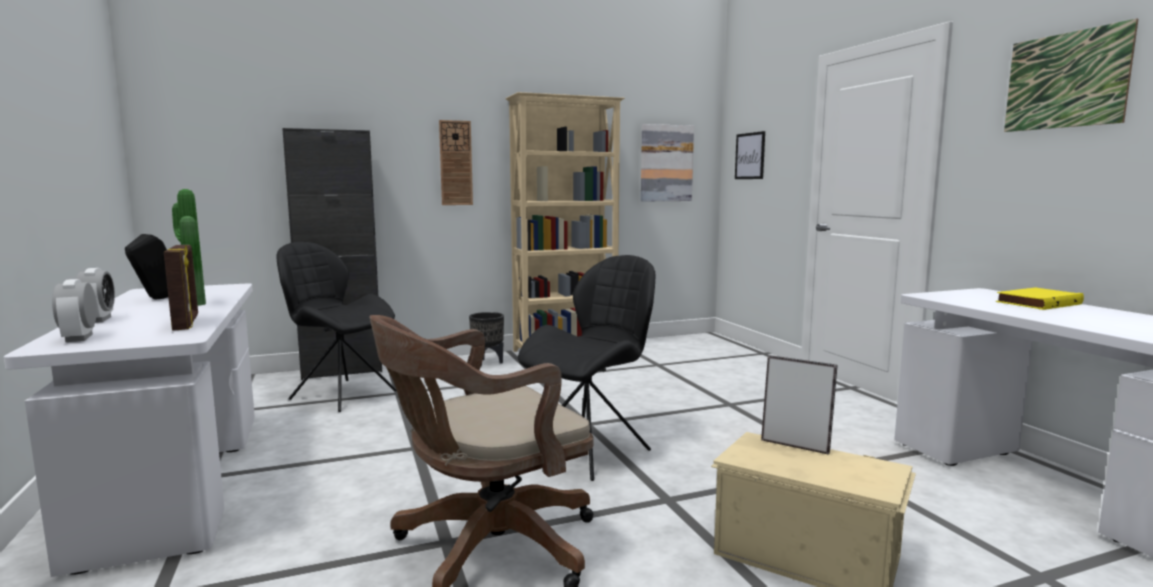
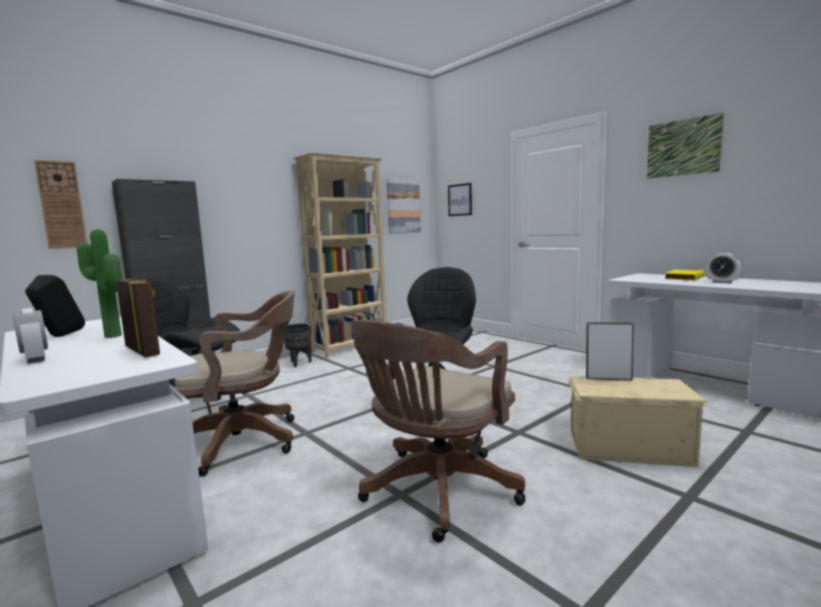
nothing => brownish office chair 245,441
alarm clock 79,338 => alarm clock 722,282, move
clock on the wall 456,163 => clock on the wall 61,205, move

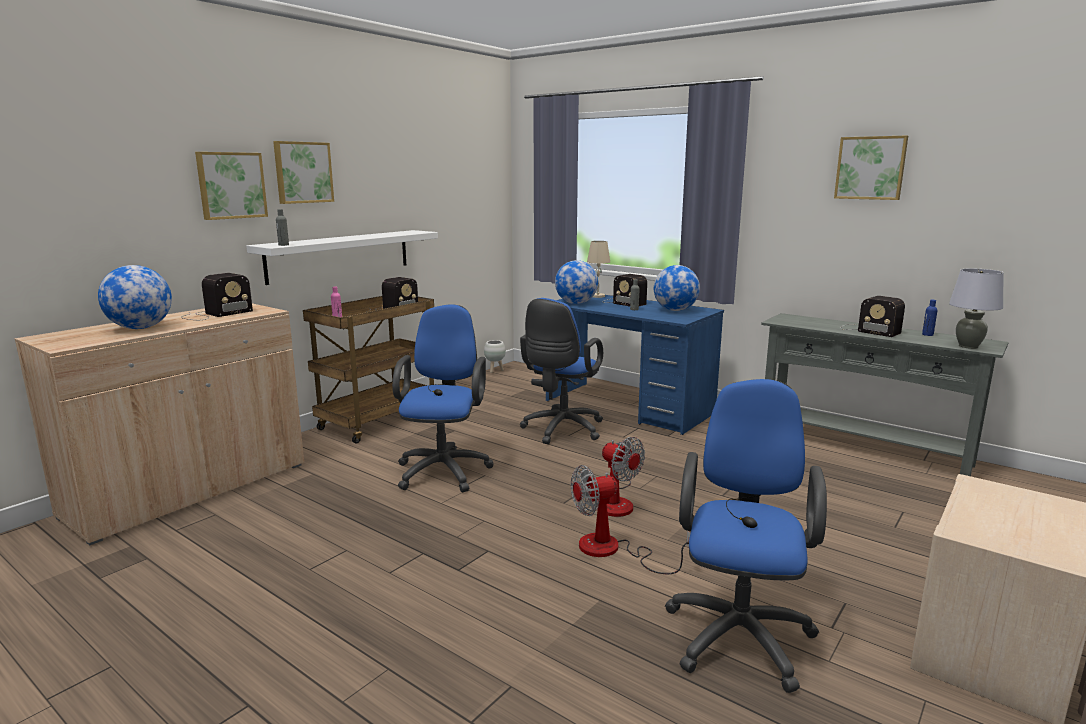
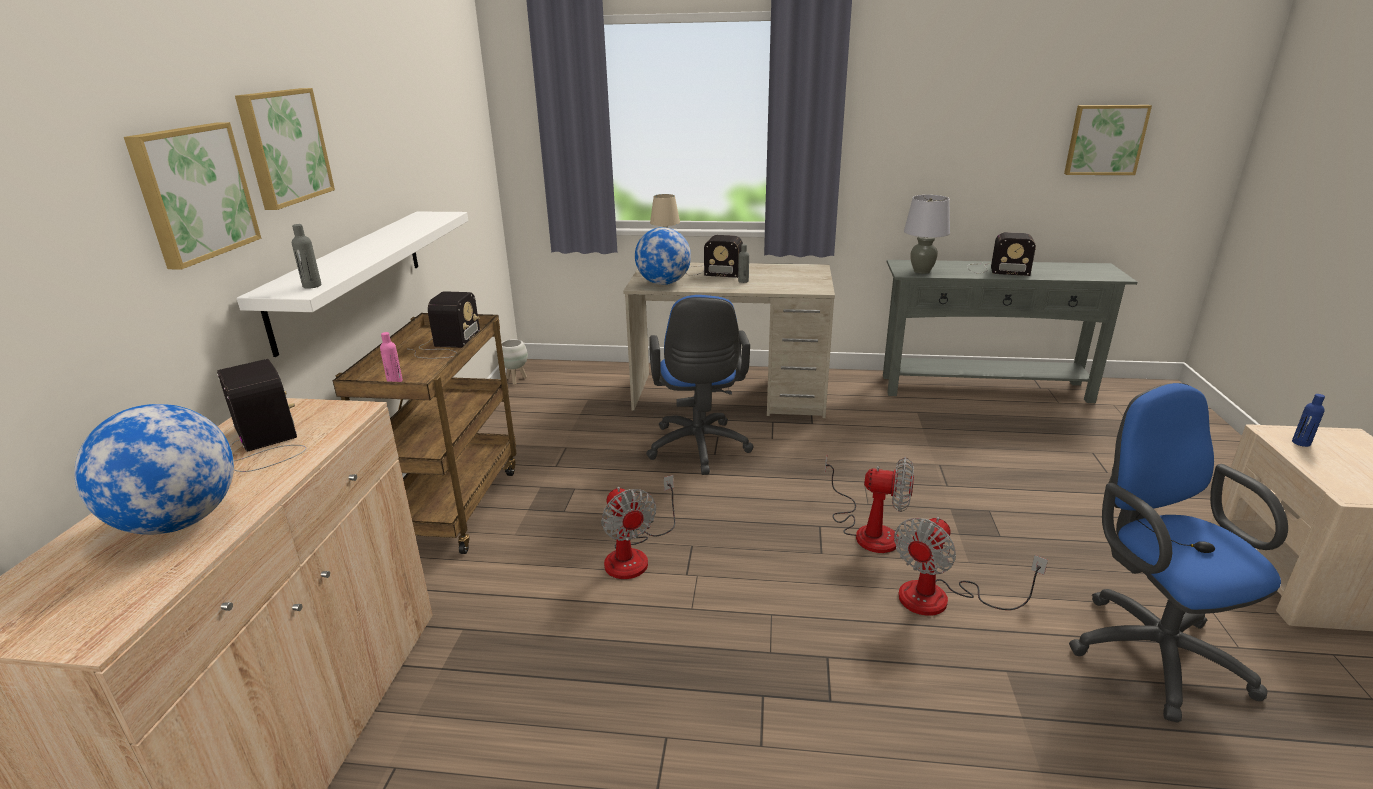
world globe 675,310 => nothing
picture 870,168 => picture 1105,140, move
blue-coloured beverage bottle 927,334 => blue-coloured beverage bottle 1301,443, move
grey tabletop lamp 968,346 => grey tabletop lamp 922,271, move
blue-coloured office chair 444,469 => cooling fan 635,554
blue-coloured desk 628,407 => beige-coloured desk 730,395
radio 214,314 => radio 264,443, 45 degrees counterclockwise

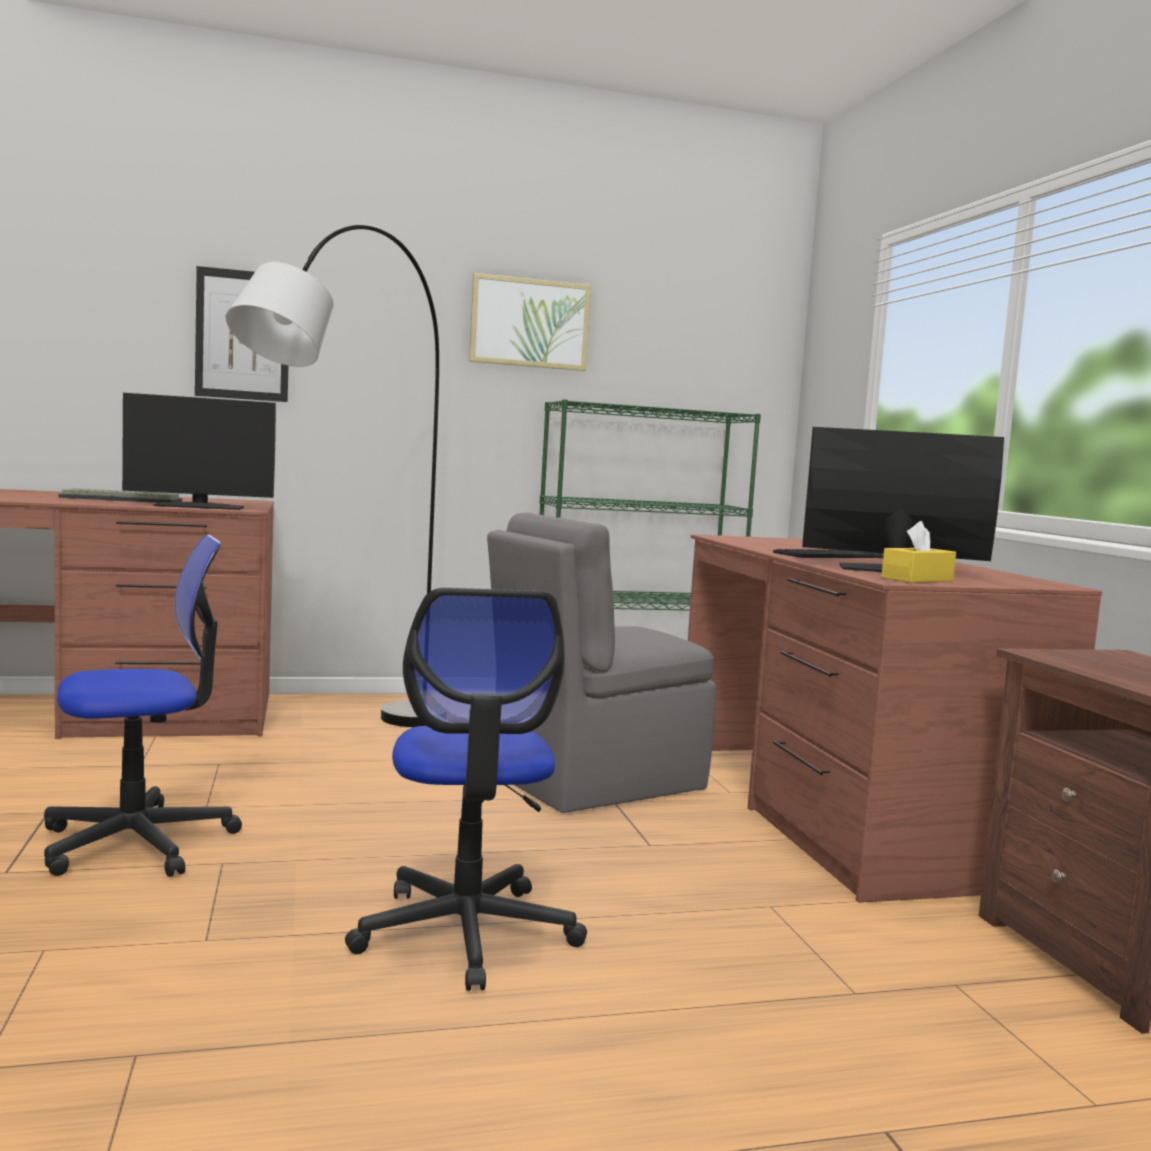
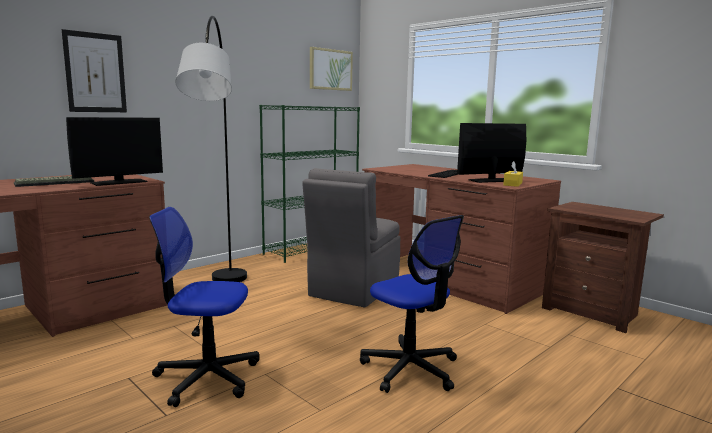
picture 529,323 => picture 330,69, move
office chair 138,842 => office chair 207,377, 120 degrees counterclockwise

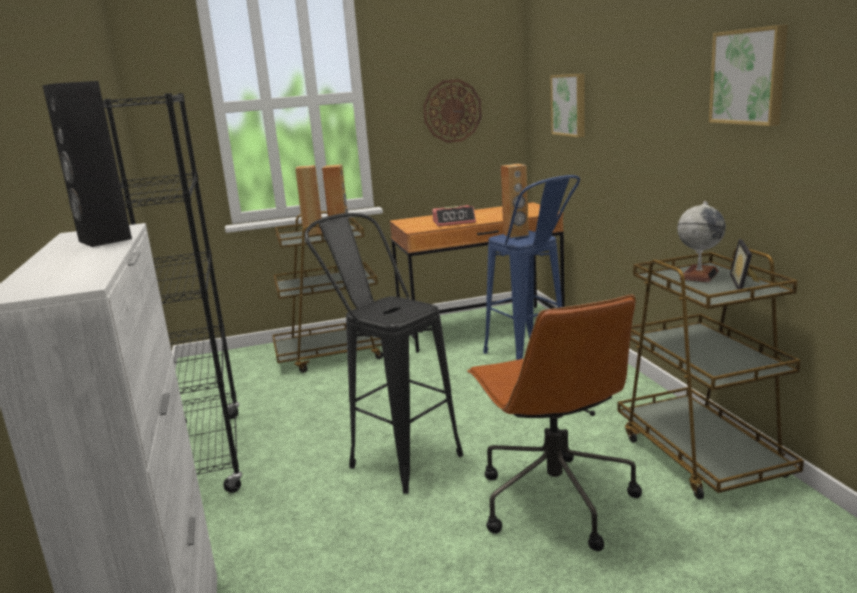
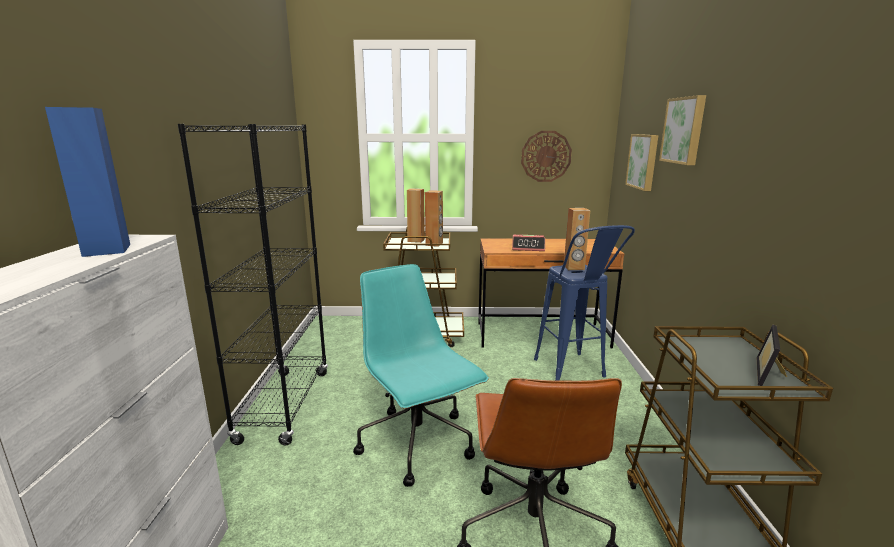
world globe 699,275 => nothing
picture 749,76 => picture 684,130, move
black sitting stool 394,456 => turquoise office chair 418,444
black speaker 104,240 => blue-coloured speaker 106,250

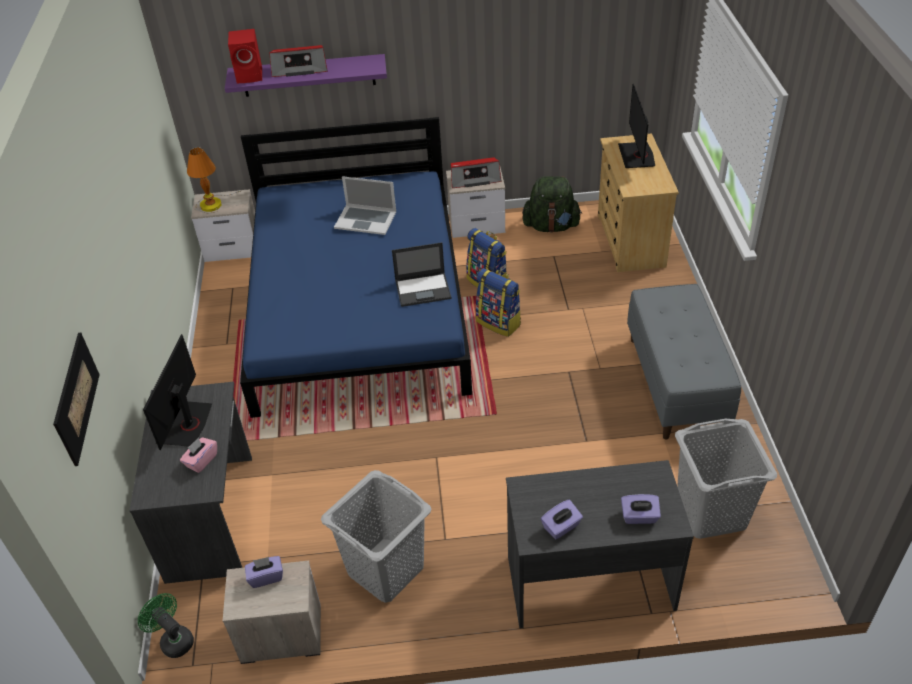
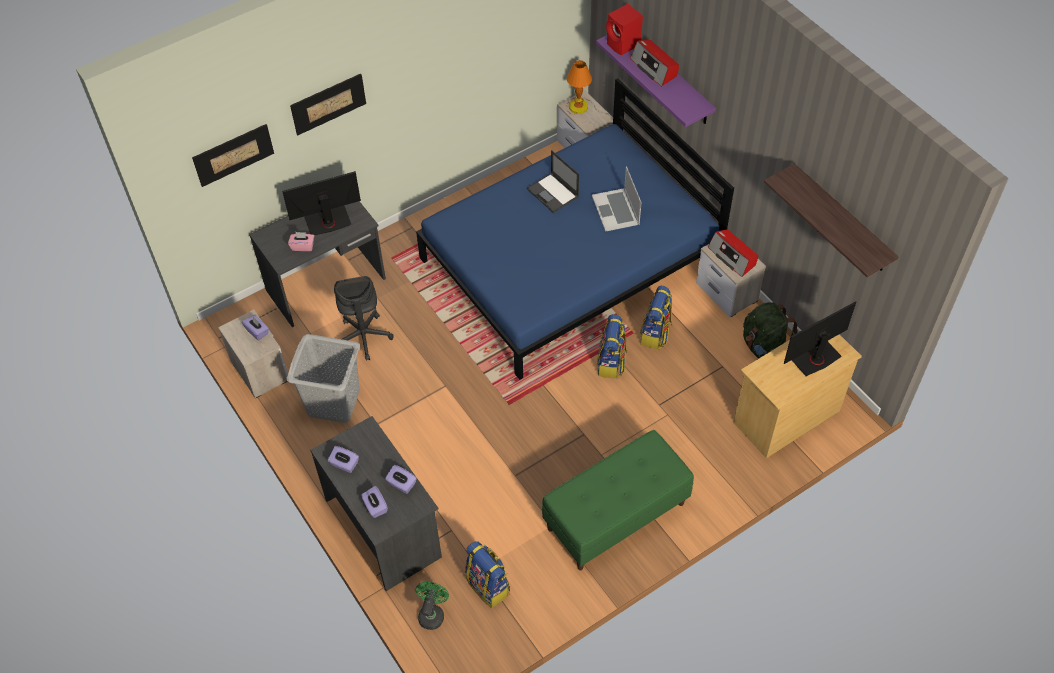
nothing => picture 328,104
nothing => grey office chair 364,337
nothing => purple tissue box 401,484
nothing => bracket shelf 841,219
green cooling fan 173,640 => green cooling fan 432,613, move
laptop 423,289 => laptop 553,193, move
grey hamper 711,512 => knapsack 489,586
grey bench 676,384 => green bench 615,517

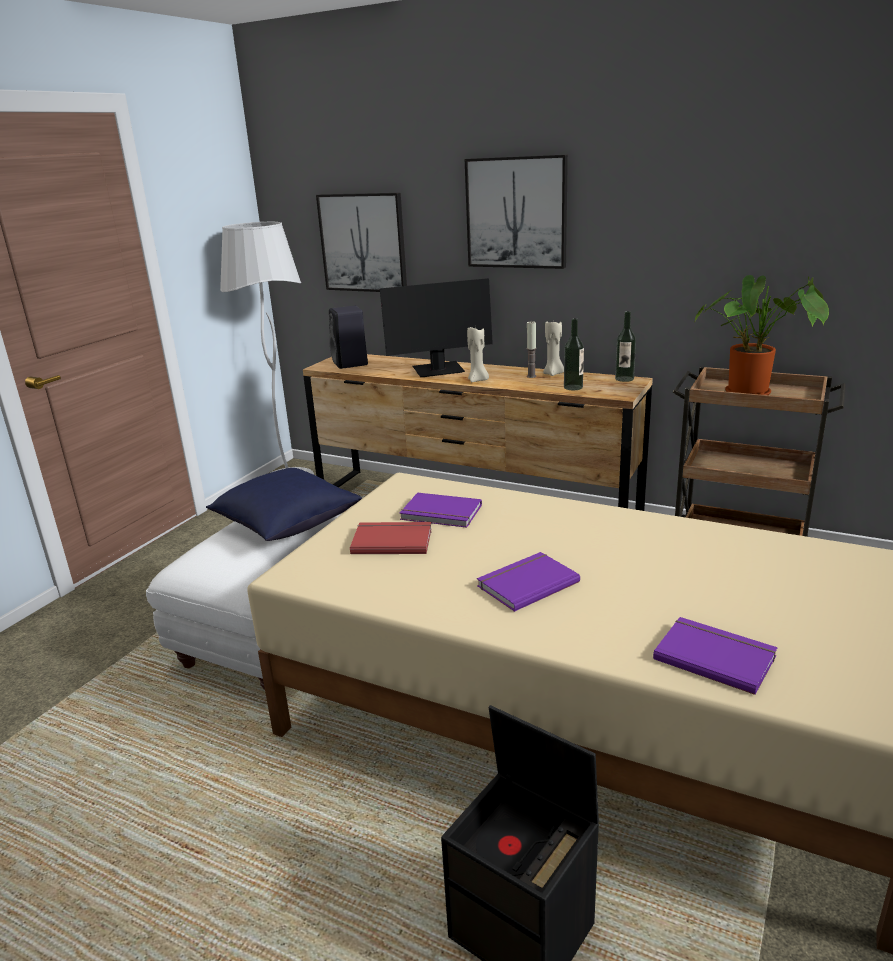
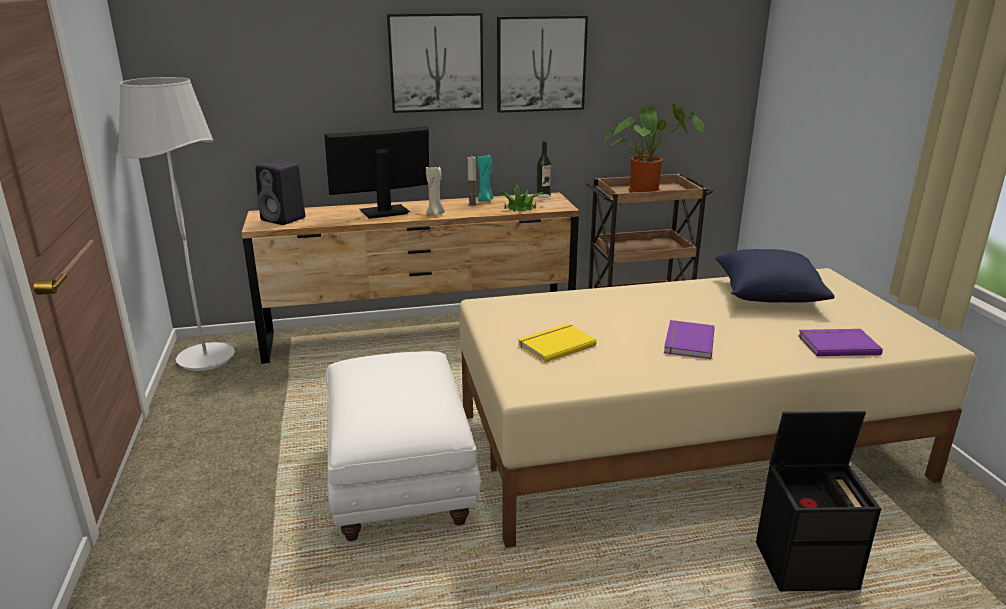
purple book 441,514 => nothing
blue-coloured throw pillow 286,524 => blue-coloured throw pillow 768,295, move
picture 363,243 => picture 541,64, move
beverage bottle 573,387 => potted plant 520,207
red book 392,540 => yellow-coloured book 555,344
beige-coloured candle 553,374 => turquoise candle 485,200
monitor 438,370 => monitor 384,212, 150 degrees counterclockwise

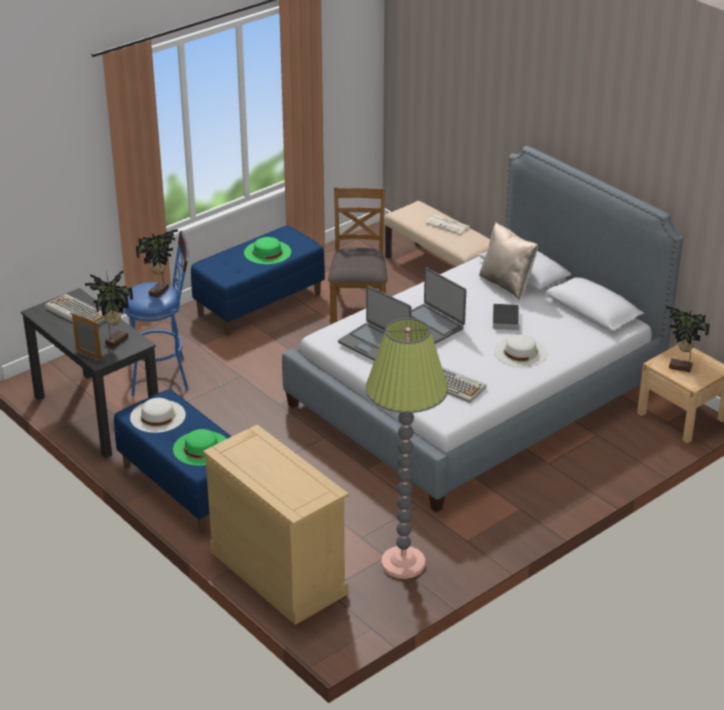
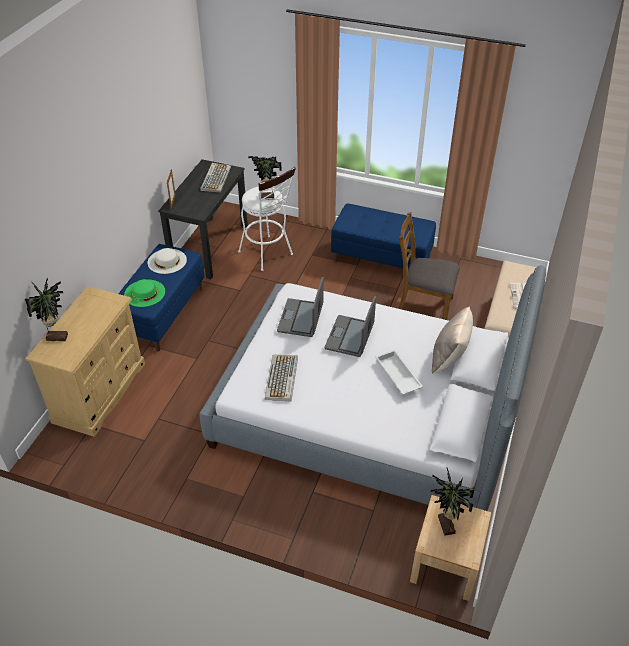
green hat 267,252 => nothing
standing lamp 403,563 => nothing
white-coloured hat 520,352 => nothing
potted plant 115,341 => potted plant 57,336, move
book 505,318 => white-coloured carrying tray 397,376
blue-coloured sitting stool 164,376 => white-coloured sitting stool 268,255
brownish plain chair 358,306 => brownish plain chair 423,305, 135 degrees counterclockwise

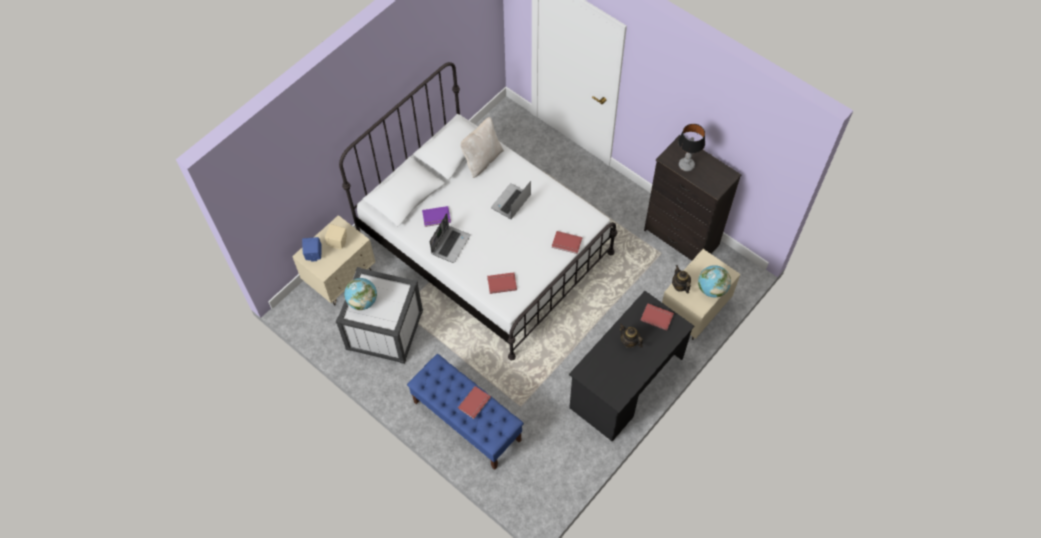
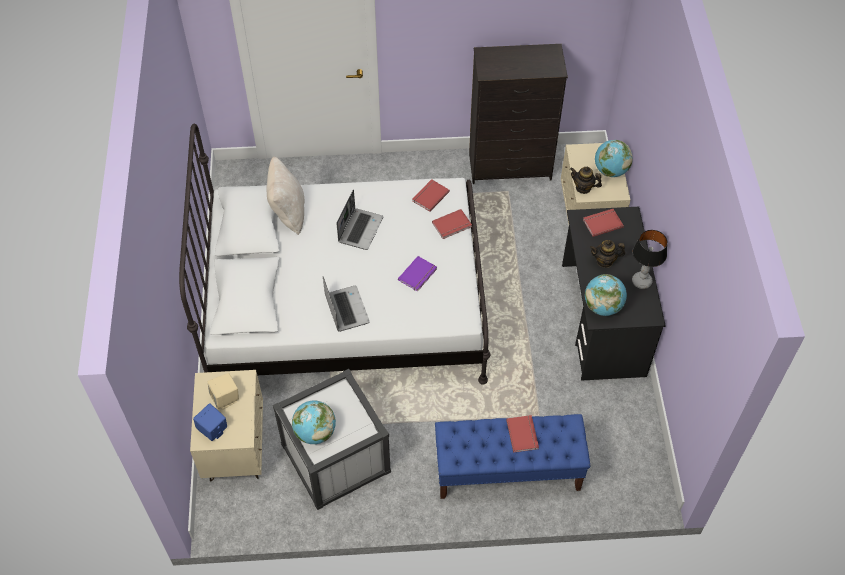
nothing => world globe 602,306
purple book 436,217 => purple book 418,275, move
red book 501,283 => red book 429,196, move
tabletop lamp 686,165 => tabletop lamp 642,281, move
laptop 511,202 => laptop 360,229, 150 degrees counterclockwise

